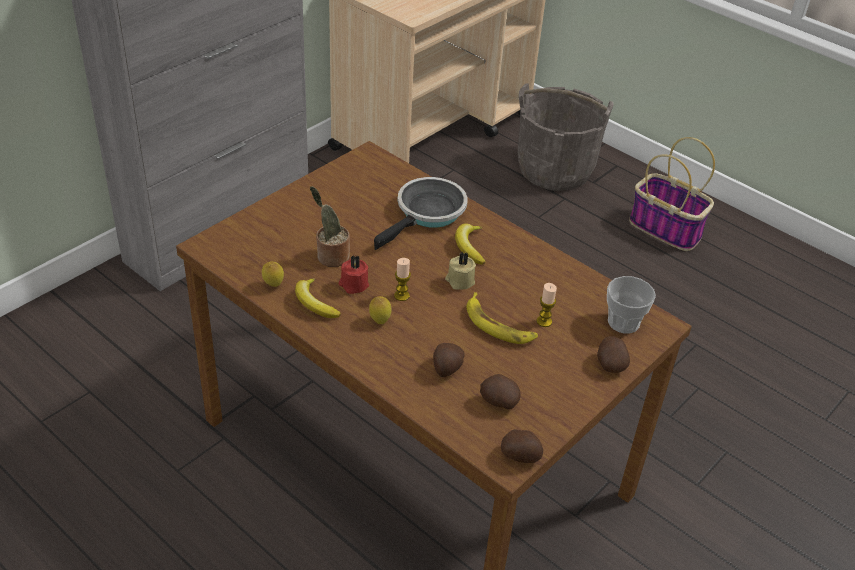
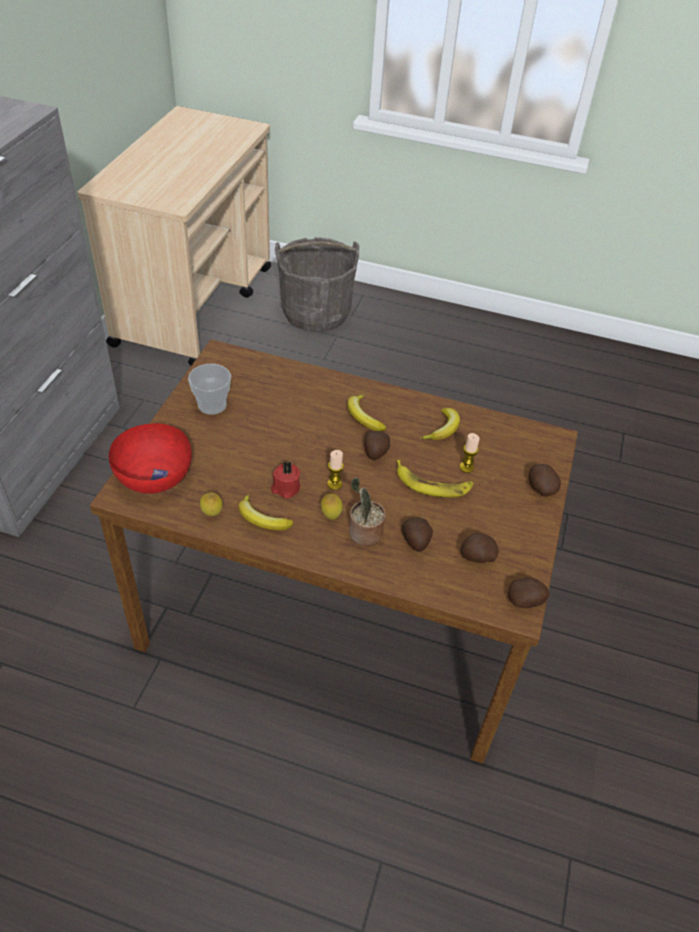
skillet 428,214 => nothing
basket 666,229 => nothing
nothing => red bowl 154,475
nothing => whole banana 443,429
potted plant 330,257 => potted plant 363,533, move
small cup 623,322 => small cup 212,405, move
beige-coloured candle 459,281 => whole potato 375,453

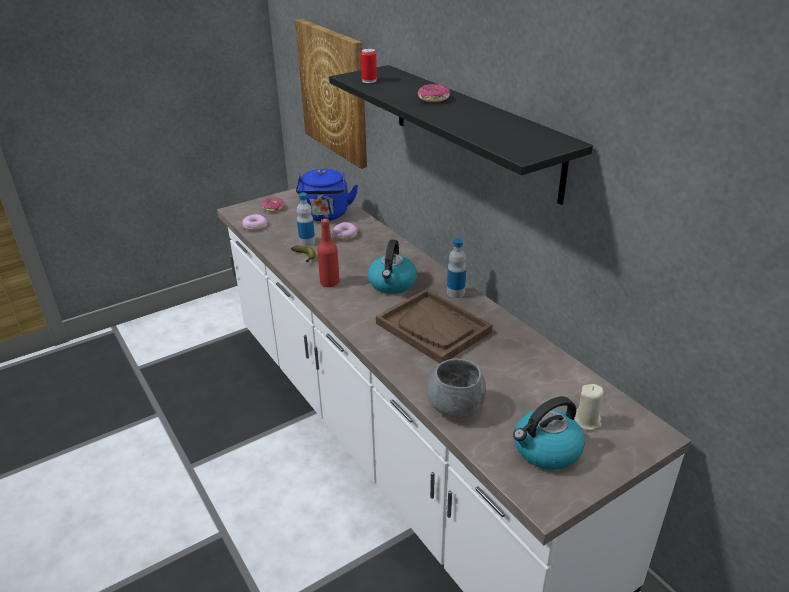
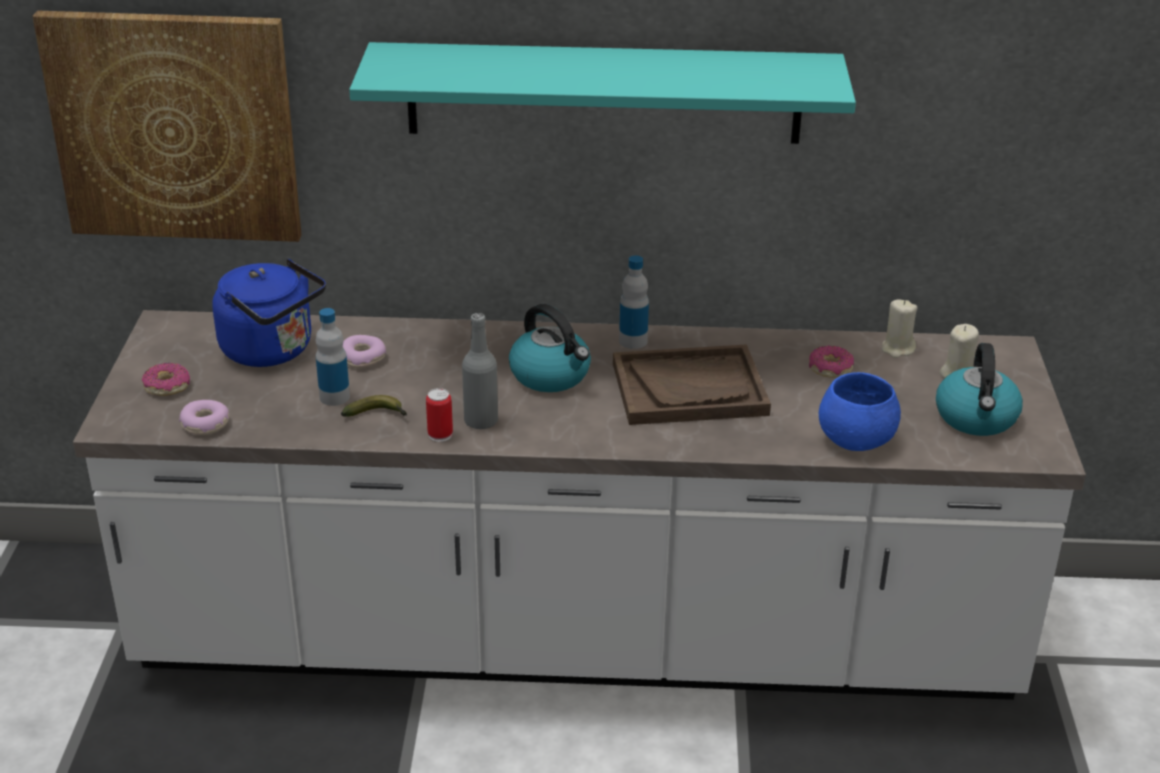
nothing => beige-coloured candle 897,349
sealed can 369,81 => sealed can 440,435, move
ring doughnut 433,99 => ring doughnut 830,369, move
red beverage bottle 329,283 => grey beverage bottle 481,421
black bracket shelf 472,129 => turquoise bracket shelf 604,93
grey bowl 455,407 => blue-coloured bowl 857,440

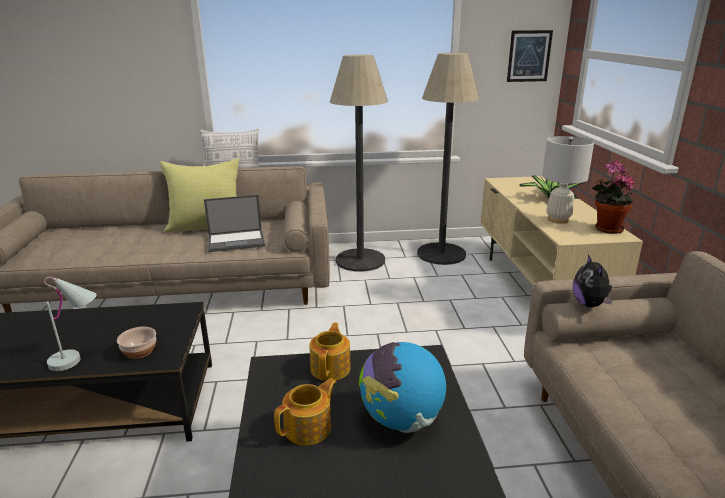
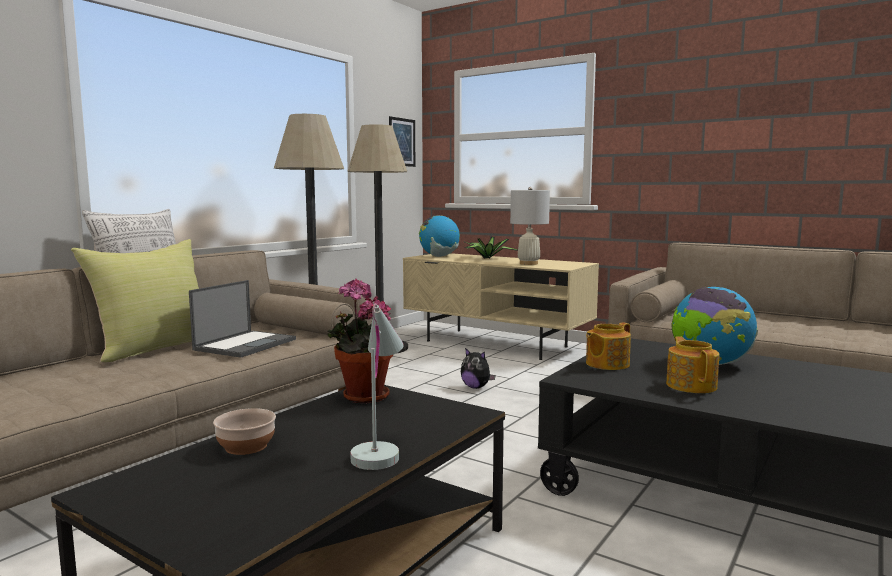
nothing => world globe 439,256
bowl 140,351 => bowl 247,446, move
cuddly toy 590,304 => cuddly toy 476,387, move
potted plant 606,229 => potted plant 362,397, move
pot for tea 331,368 => pot for tea 606,364, 90 degrees counterclockwise

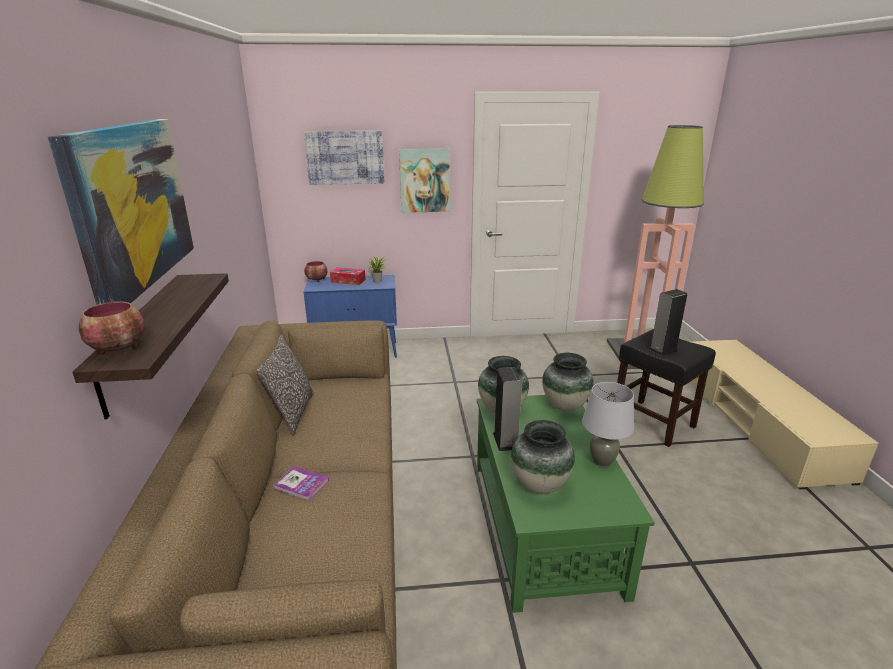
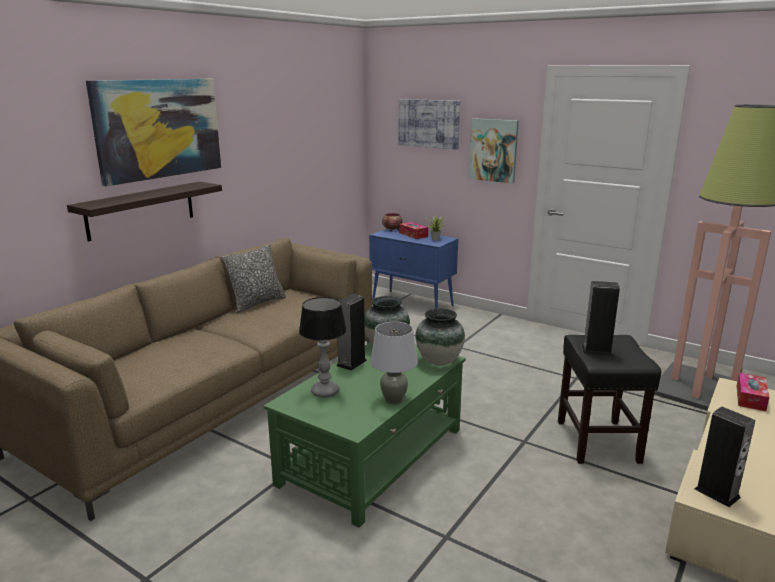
bowl 120,348 => nothing
book 301,484 => nothing
nothing => speaker 717,493
nothing => tissue box 750,398
decorative vase 539,484 => tabletop lamp 325,391

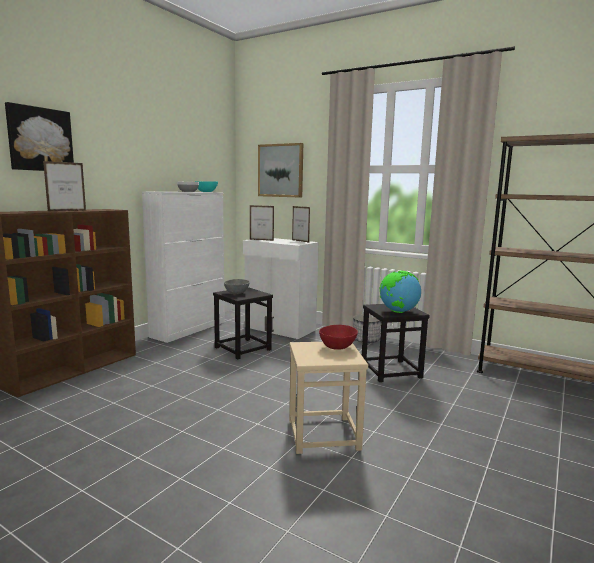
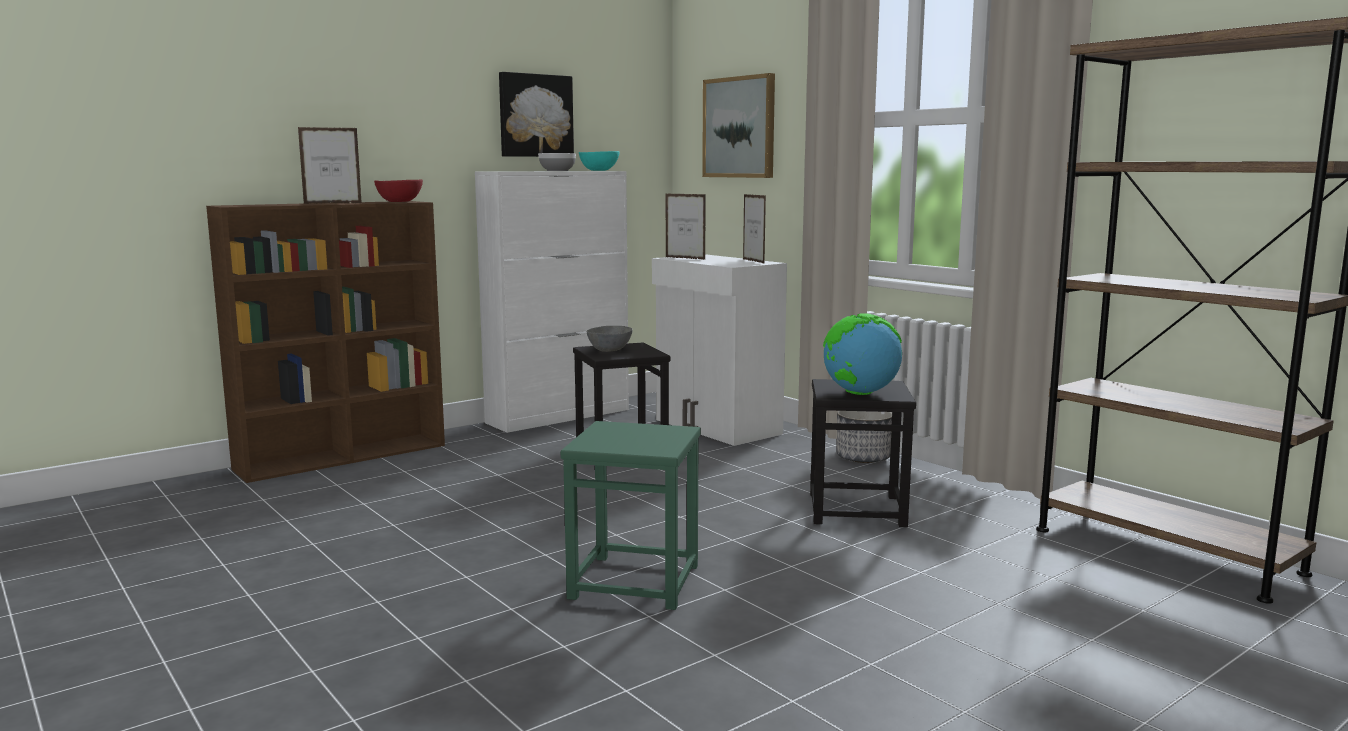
picture 40,139 => picture 535,115, move
red bowl 338,347 => red bowl 400,201, move
beige-coloured sitting stool 323,434 => green sitting stool 635,581

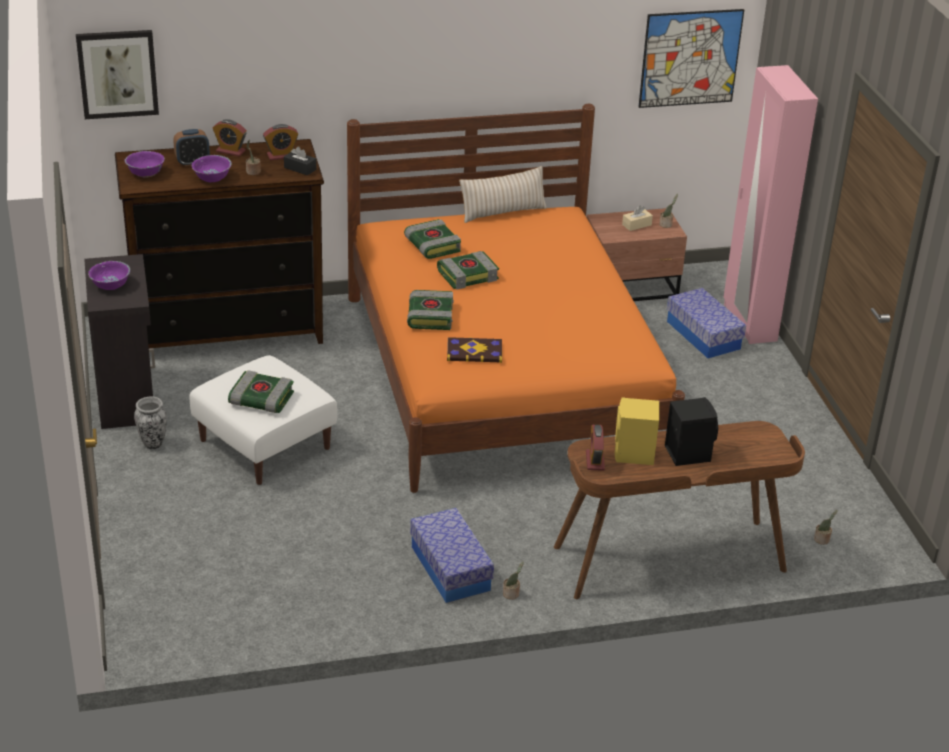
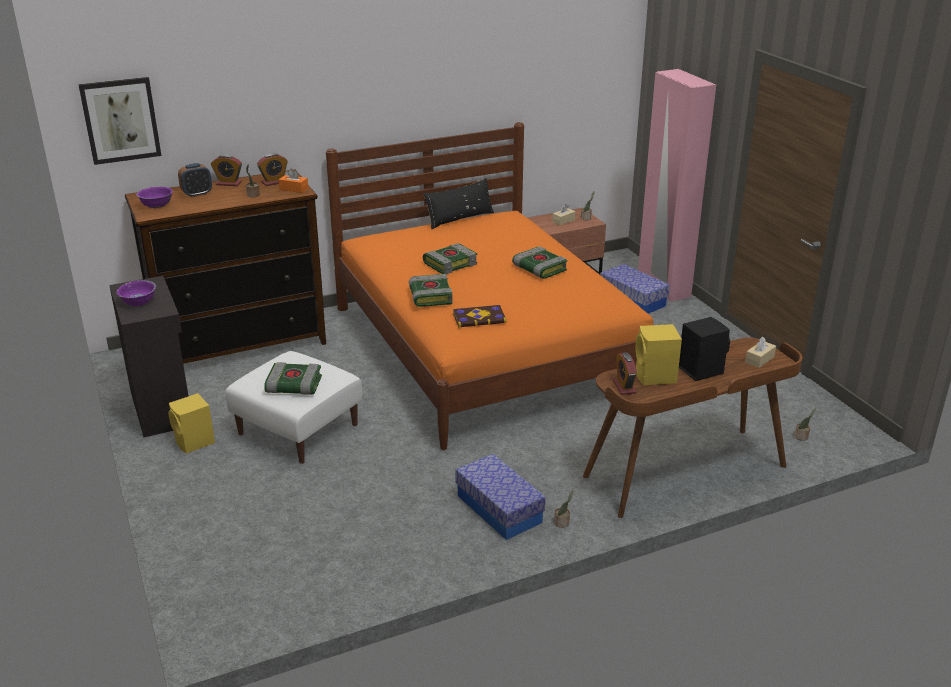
purple bowl 212,177 => nothing
picture 690,58 => nothing
nothing => beige-coloured tissue box 759,359
book 431,245 => book 538,269, move
decorative vase 153,443 => yellow-coloured speaker 195,443
black tissue box 300,168 => orangey tissue box 294,189
beige-coloured throw pillow 503,212 => black throw pillow 459,219

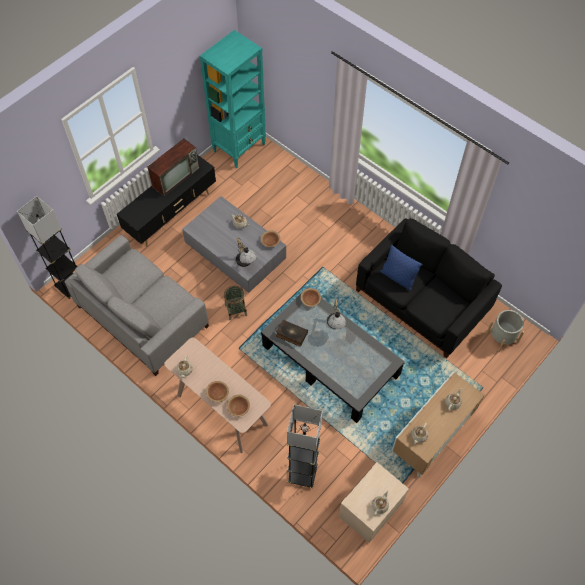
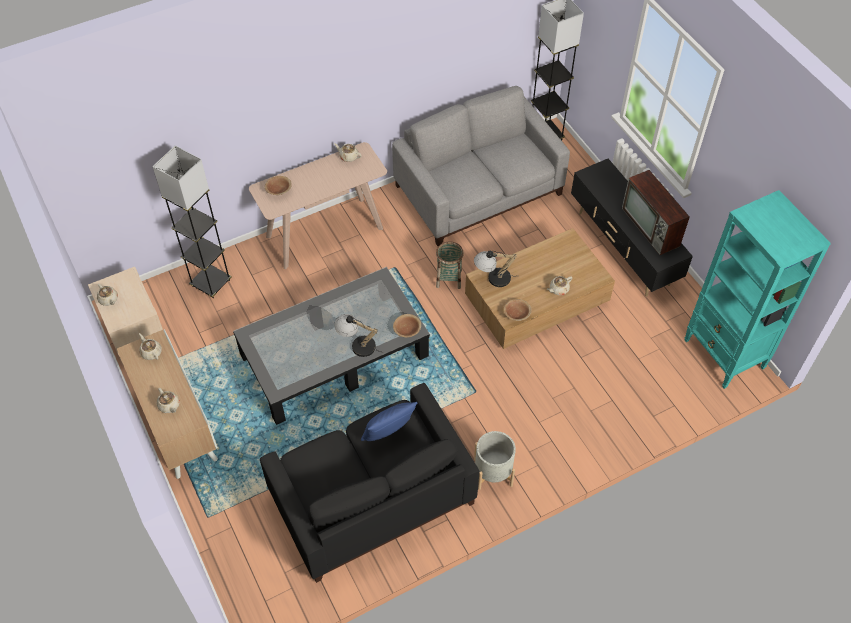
brownish bowl 218,394 => nothing
book 291,335 => nothing
grey plant pot 502,338 => grey plant pot 493,472, move
grey lounge table 235,252 => brownish lounge table 537,300

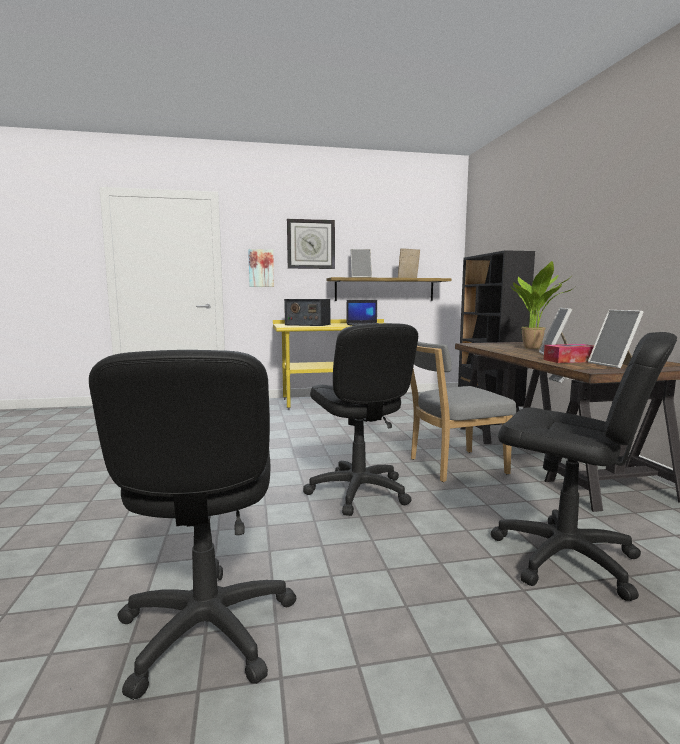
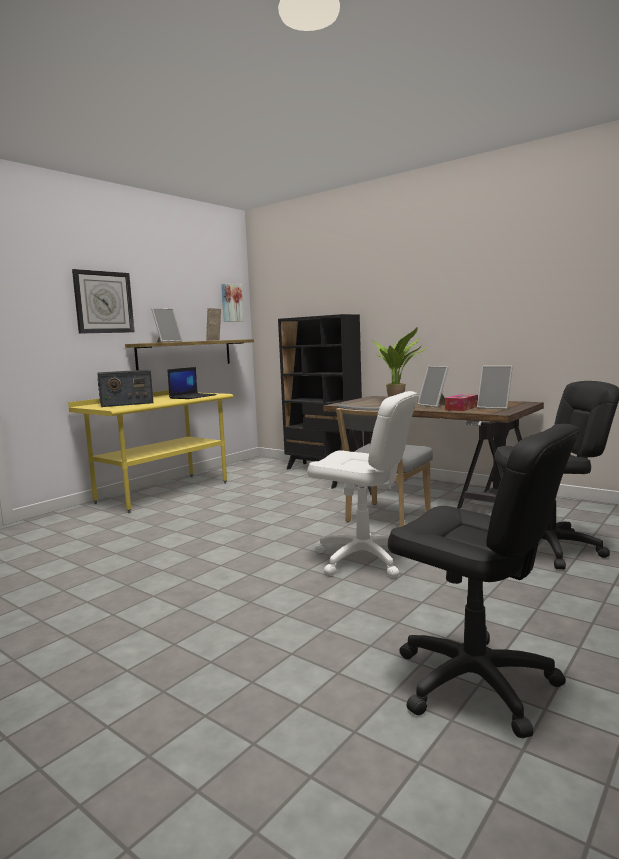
picture 261,268 => picture 231,303, move
black office chair 358,492 => white-coloured office chair 364,559

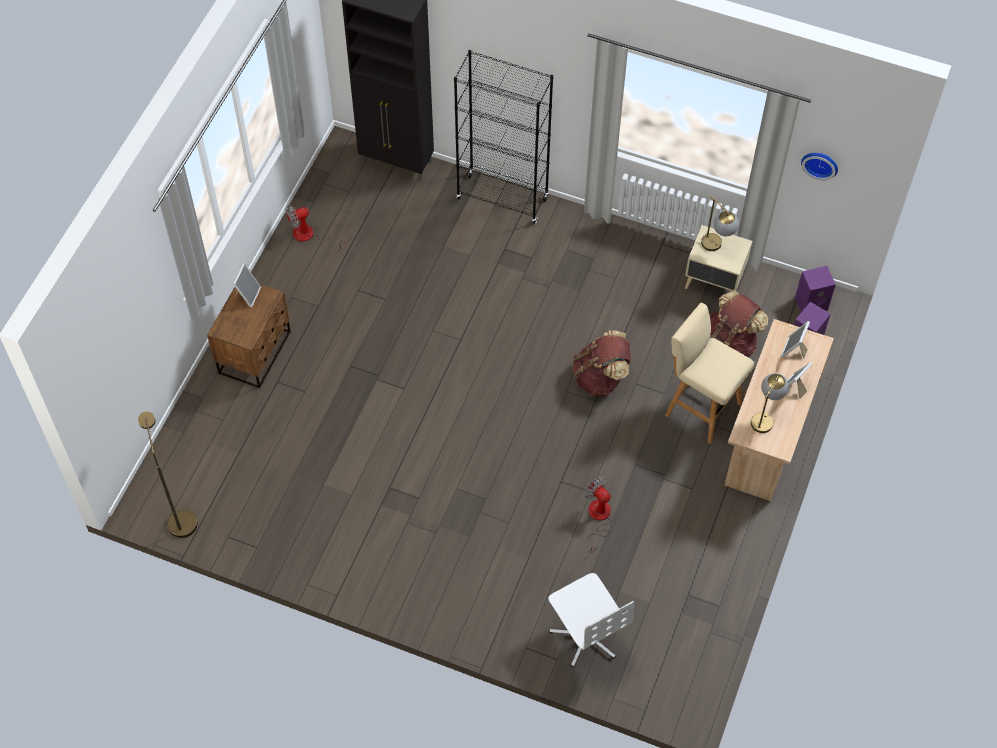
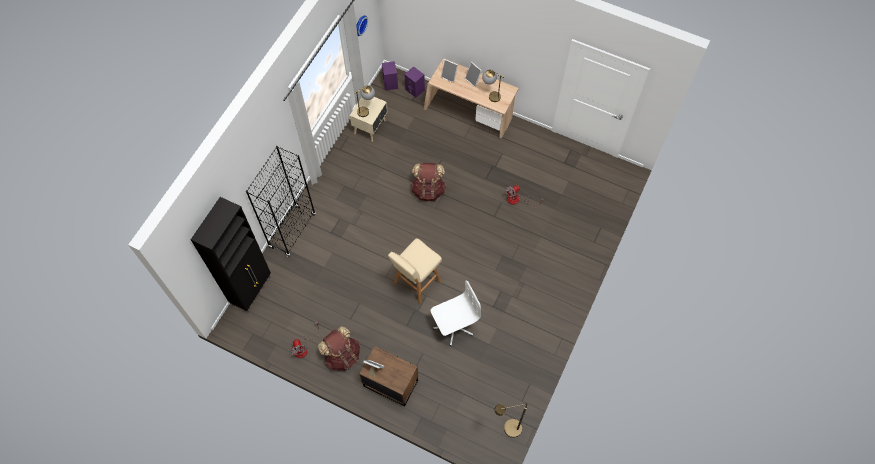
white-coloured office chair 586,635 => white-coloured office chair 453,326, move
beige-coloured sitting stool 701,407 => beige-coloured sitting stool 416,283, move
brownish knapsack 729,343 => brownish knapsack 342,355, move

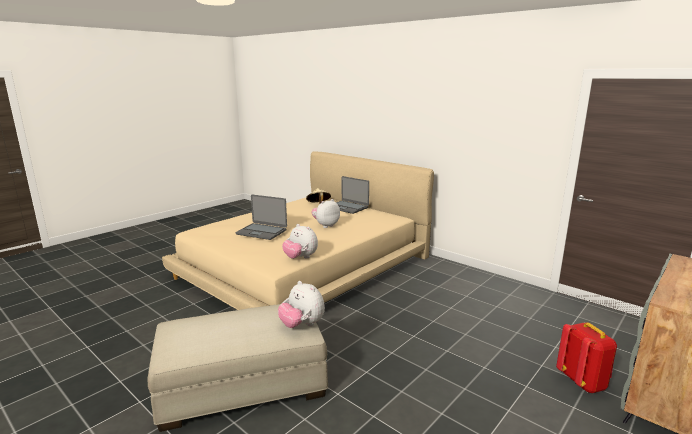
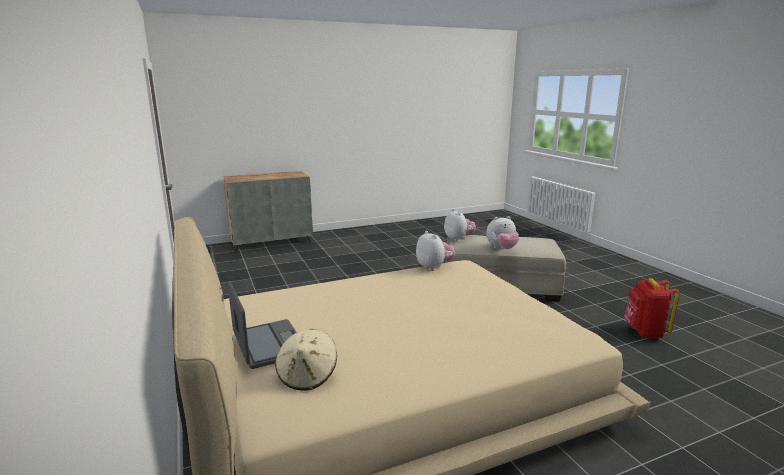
laptop 262,232 => nothing
cuddly toy 325,225 => cuddly toy 501,249, move
red knapsack 583,382 => red knapsack 645,332, move

